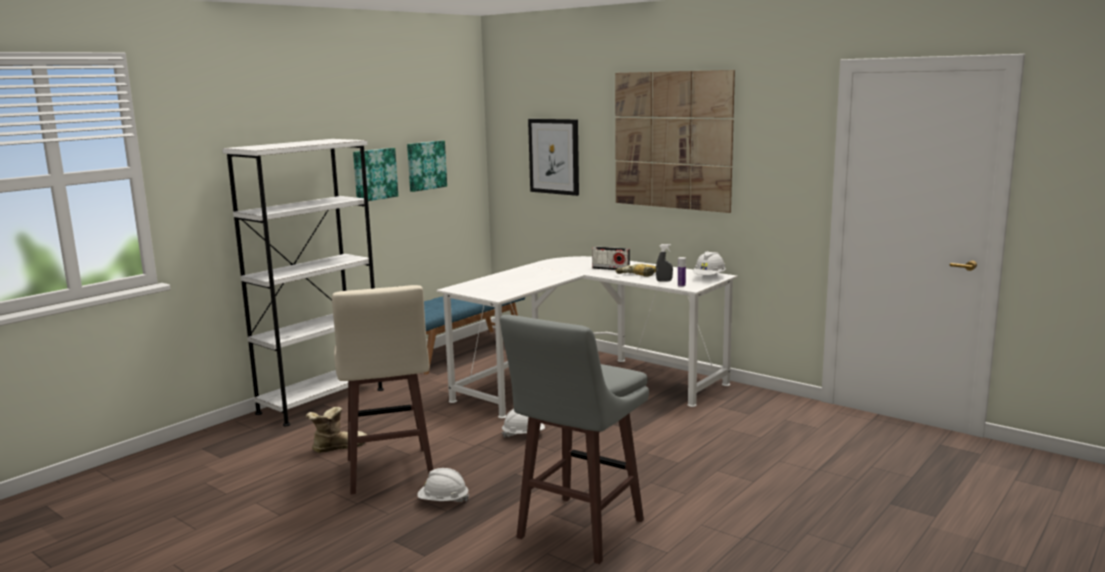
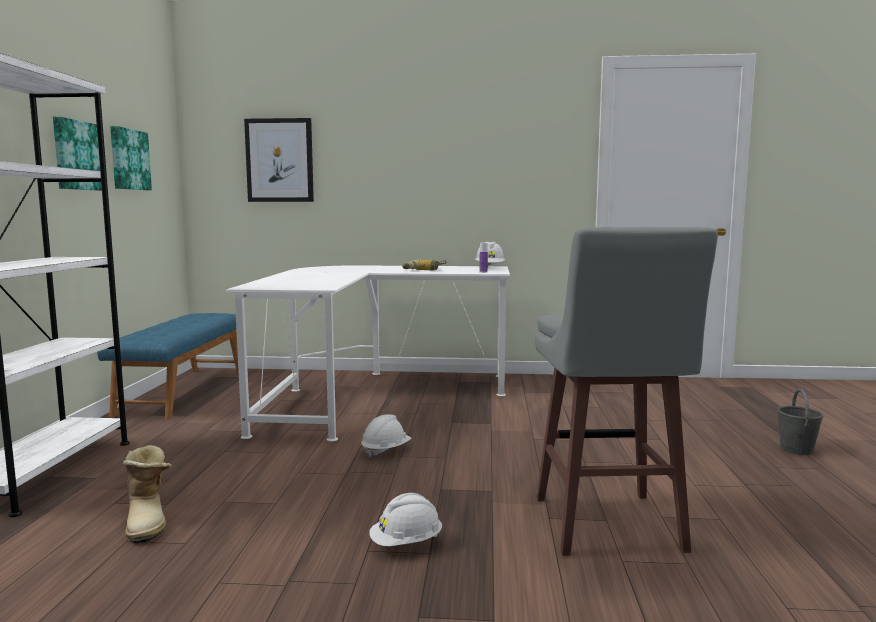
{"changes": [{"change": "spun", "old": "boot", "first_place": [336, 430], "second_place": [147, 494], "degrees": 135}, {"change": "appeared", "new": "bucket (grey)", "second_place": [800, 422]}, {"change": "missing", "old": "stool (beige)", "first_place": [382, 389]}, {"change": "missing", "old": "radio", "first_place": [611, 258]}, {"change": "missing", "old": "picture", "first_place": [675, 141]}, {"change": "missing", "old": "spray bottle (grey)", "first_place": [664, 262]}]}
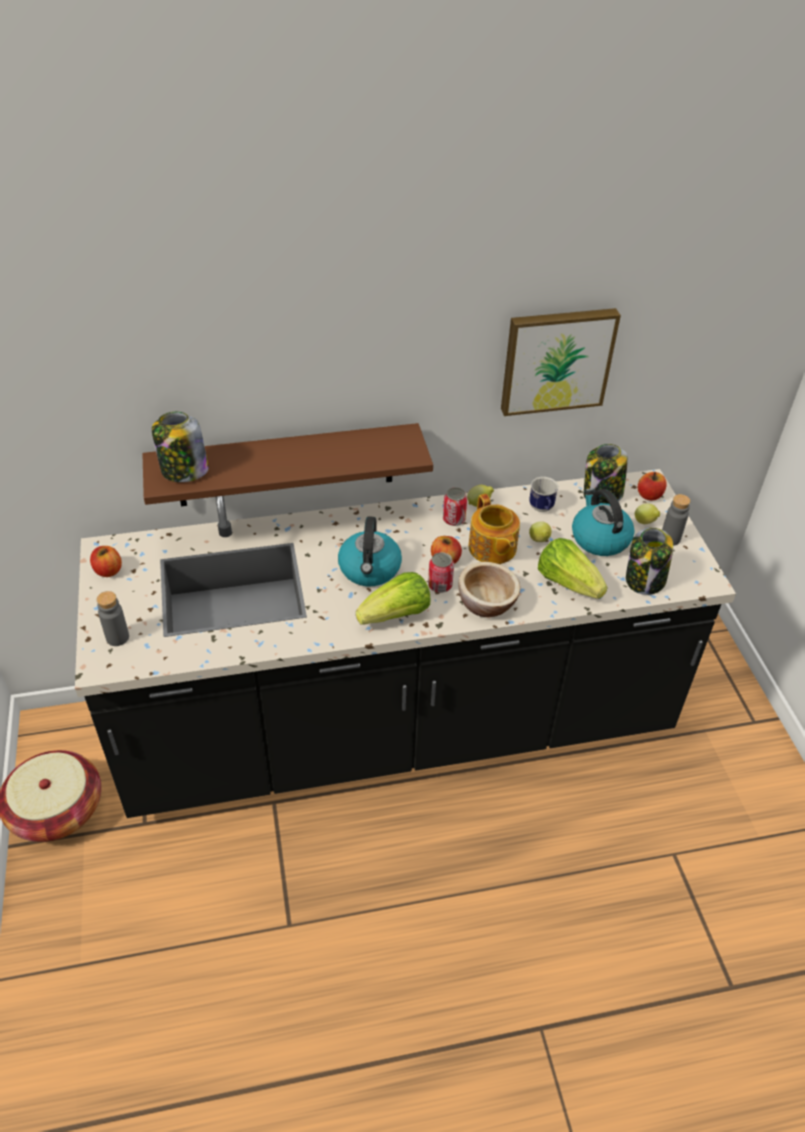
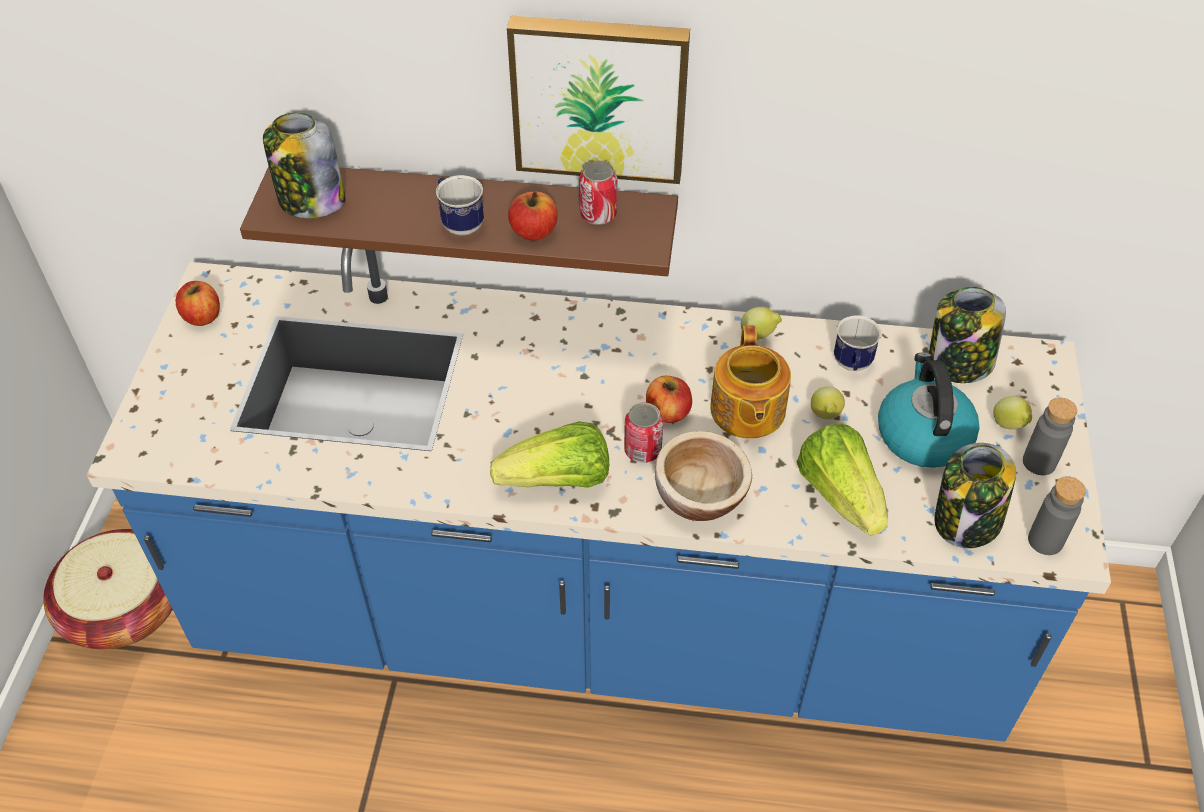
{"changes": [{"change": "colour", "old": "counter (black)", "new": "counter (blue)", "first_place": [405, 643], "second_place": [599, 495]}, {"change": "appeared", "new": "mug", "second_place": [460, 205]}, {"change": "relocated", "old": "picture", "first_place": [561, 362], "second_place": [598, 100]}, {"change": "relocated", "old": "apple", "first_place": [652, 486], "second_place": [533, 216]}, {"change": "relocated", "old": "can", "first_place": [455, 506], "second_place": [598, 193]}, {"change": "relocated", "old": "bottle (grey)", "first_place": [113, 618], "second_place": [1057, 515]}, {"change": "missing", "old": "kettle", "first_place": [370, 551]}]}
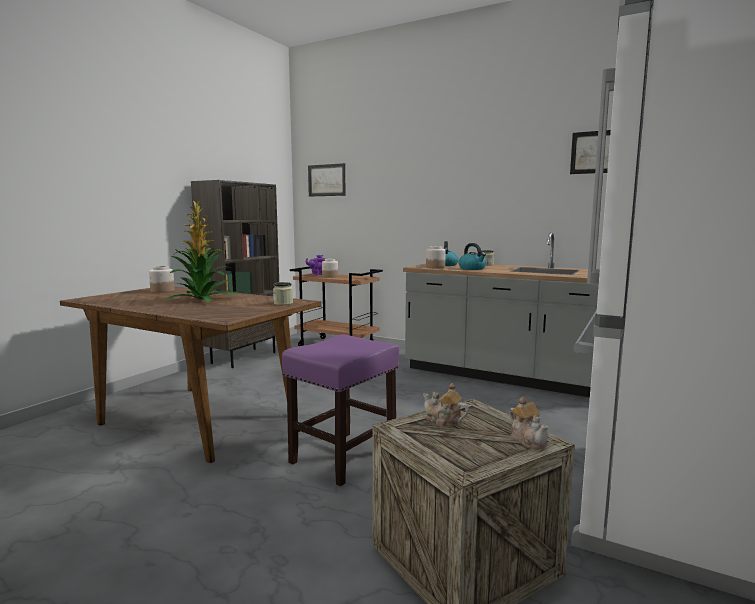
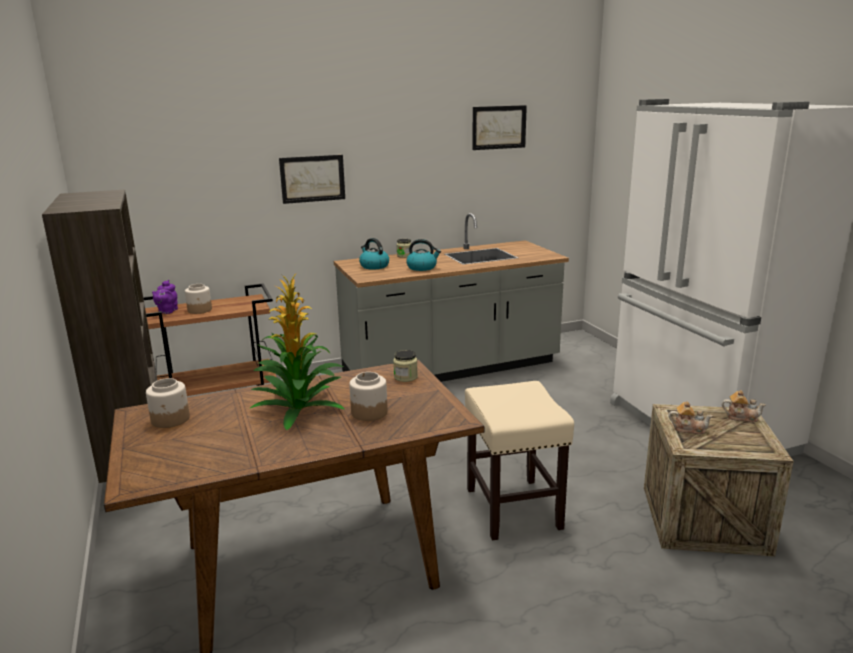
{"changes": [{"change": "relocated", "old": "picture", "first_place": [327, 180], "second_place": [312, 179]}, {"change": "relocated", "old": "jar", "first_place": [436, 257], "second_place": [368, 396]}, {"change": "colour", "old": "stool (purple)", "new": "stool (beige)", "first_place": [340, 410], "second_place": [519, 461]}, {"change": "spun", "old": "teapot", "first_place": [446, 405], "second_place": [690, 417], "degrees": -150}]}
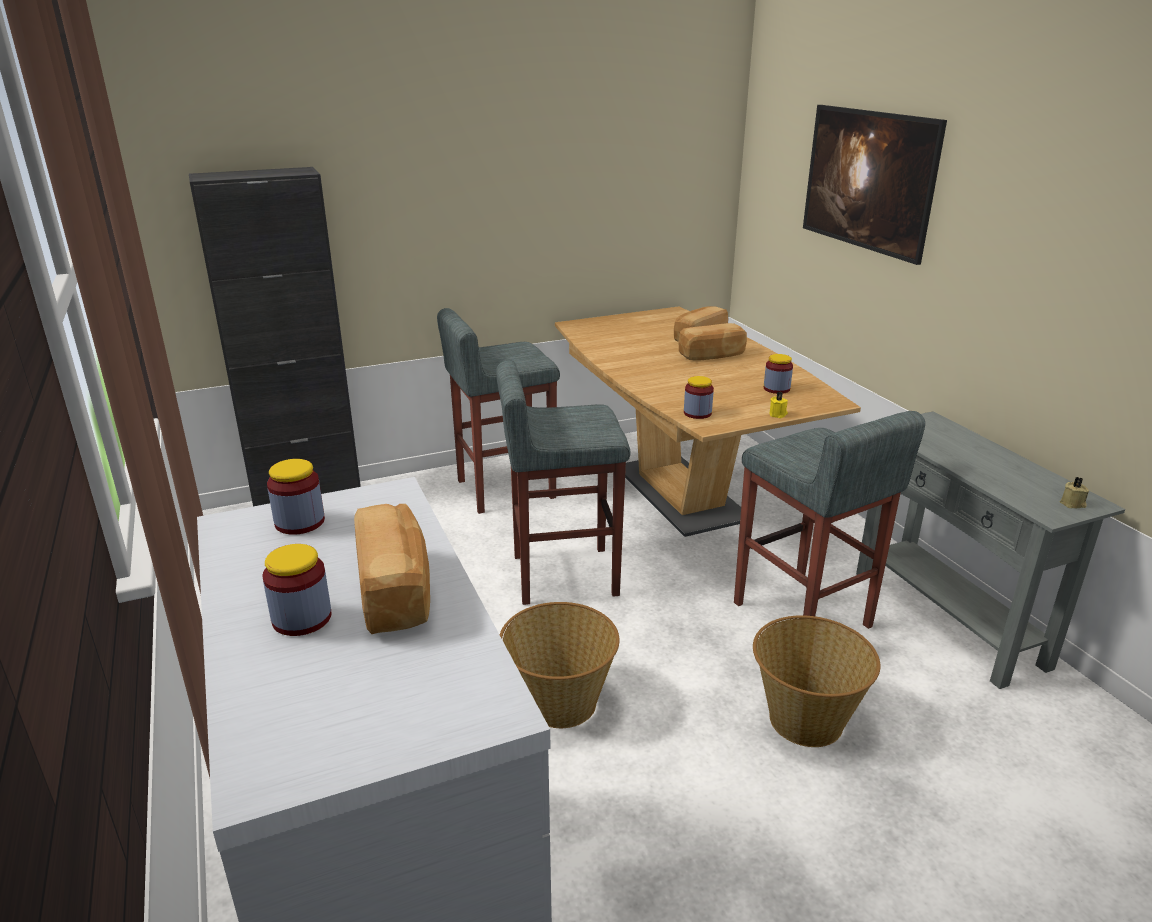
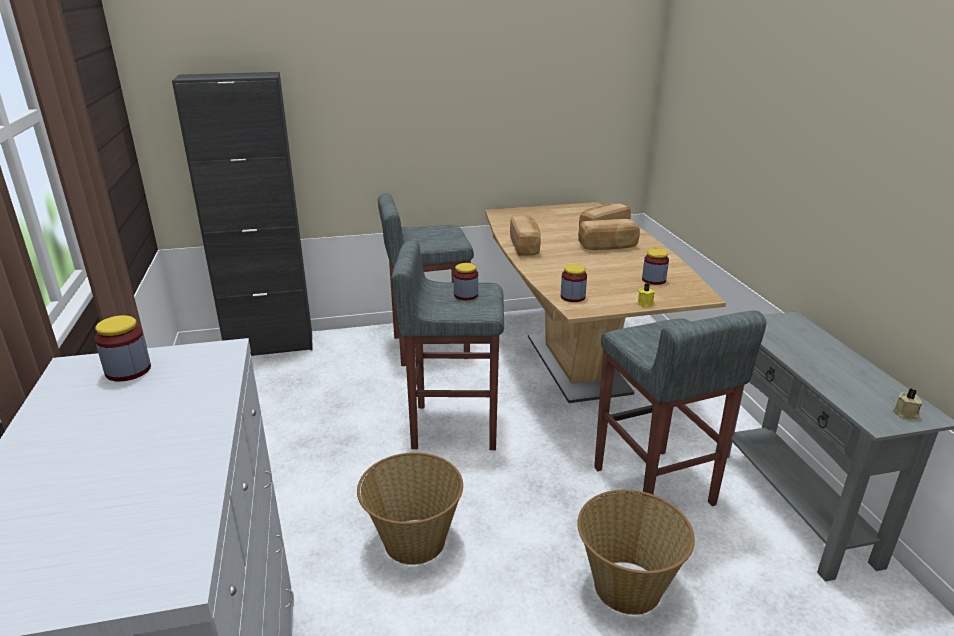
{"changes": [{"change": "relocated", "old": "jar", "first_place": [297, 590], "second_place": [465, 281]}, {"change": "relocated", "old": "bread", "first_place": [392, 569], "second_place": [525, 236]}, {"change": "missing", "old": "picture", "first_place": [875, 185]}]}
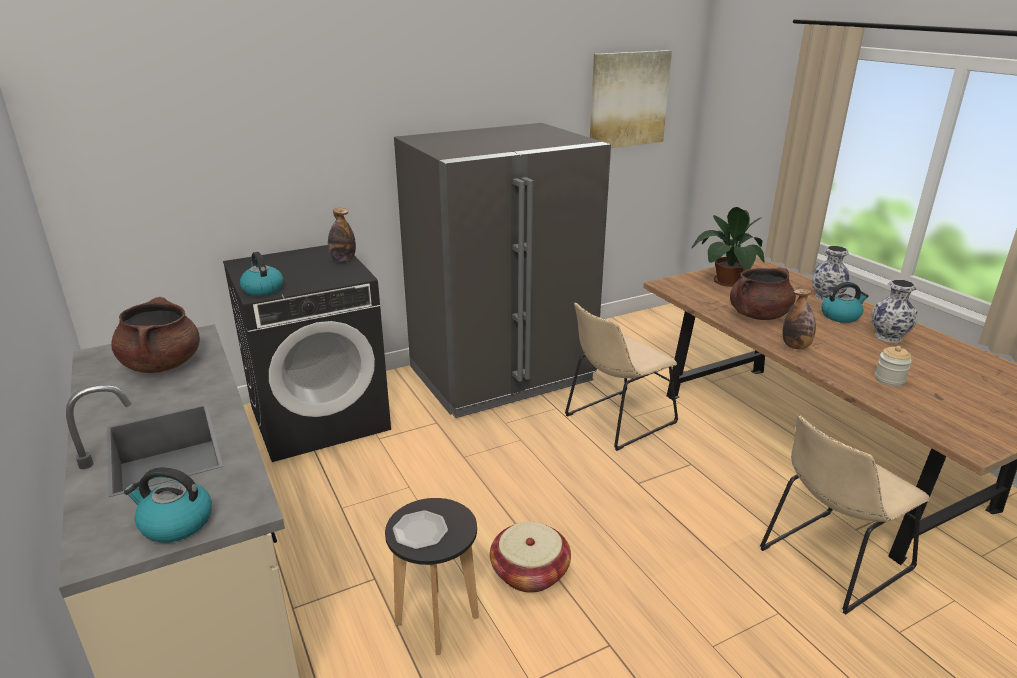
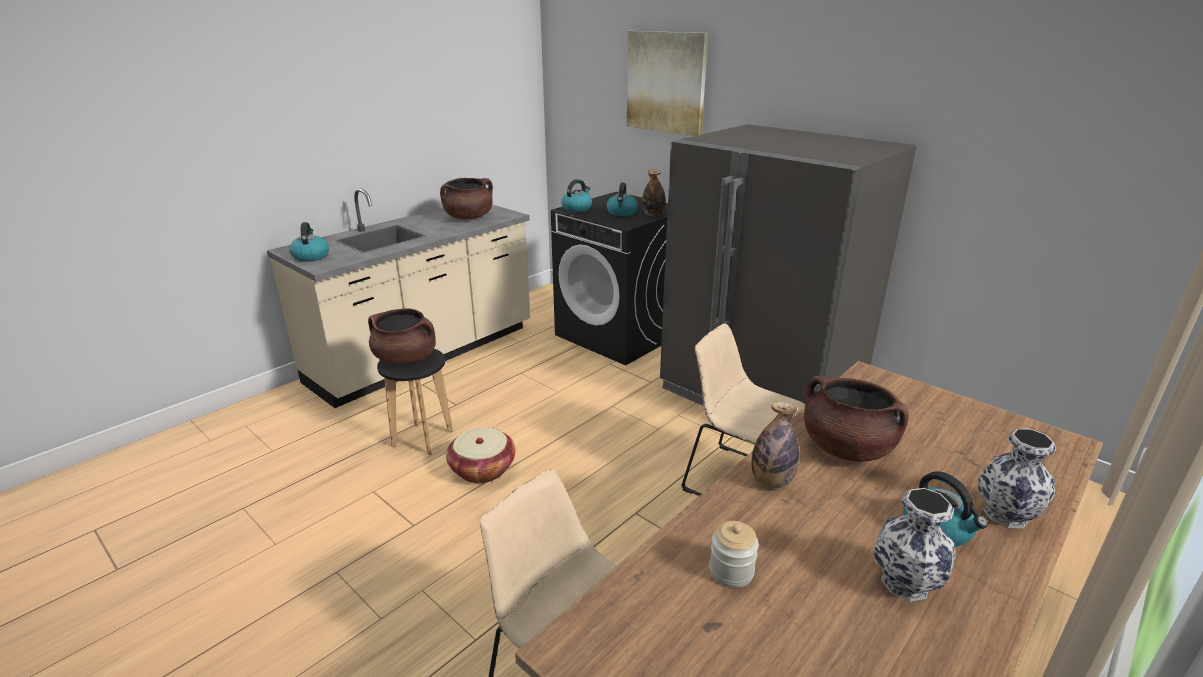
{"changes": [{"change": "exchanged", "old": "plate", "new": "cooking pot (brown)", "first_place": [420, 530], "second_place": [402, 336]}, {"change": "appeared", "new": "kettle", "second_place": [622, 199]}, {"change": "relocated", "old": "picture", "first_place": [631, 99], "second_place": [667, 83]}, {"change": "missing", "old": "potted plant", "first_place": [728, 247]}]}
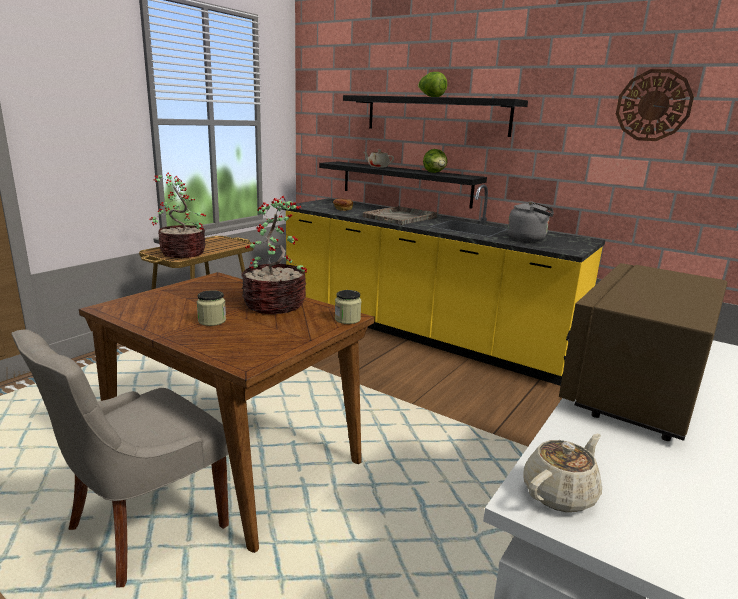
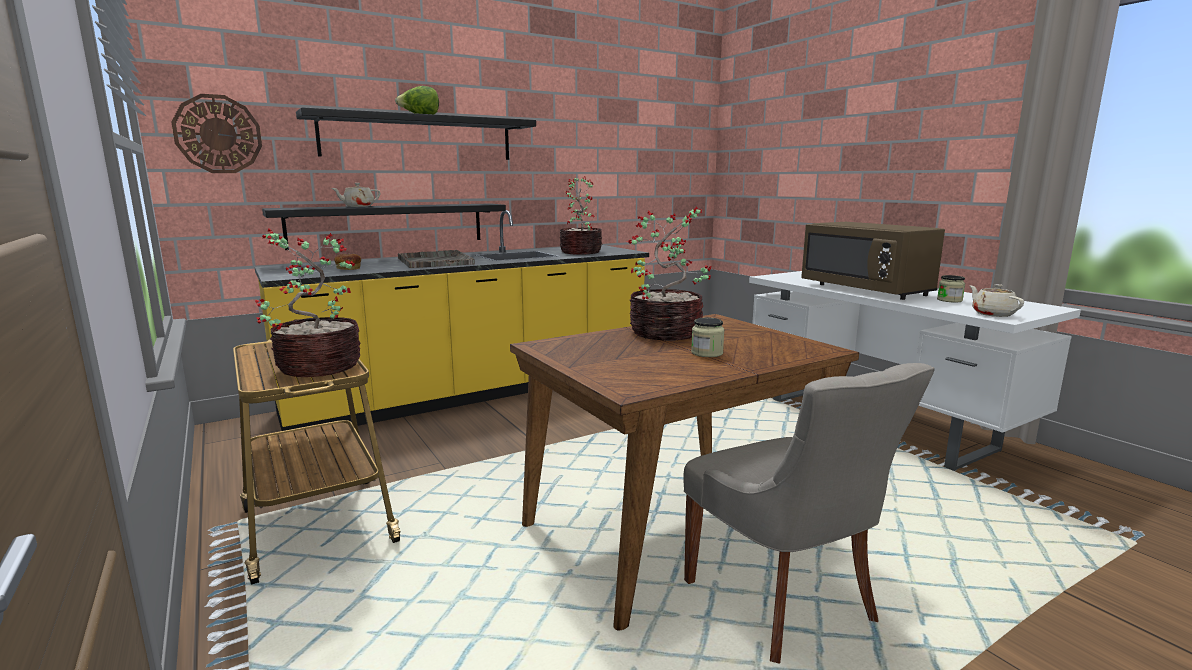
{"changes": [{"change": "relocated", "old": "wall clock", "first_place": [655, 105], "second_place": [216, 133]}, {"change": "exchanged", "old": "kettle (grey)", "new": "potted plant", "first_place": [531, 221], "second_place": [581, 215]}, {"change": "relocated", "old": "jar", "first_place": [348, 307], "second_place": [951, 288]}, {"change": "missing", "old": "lettuce", "first_place": [435, 161]}]}
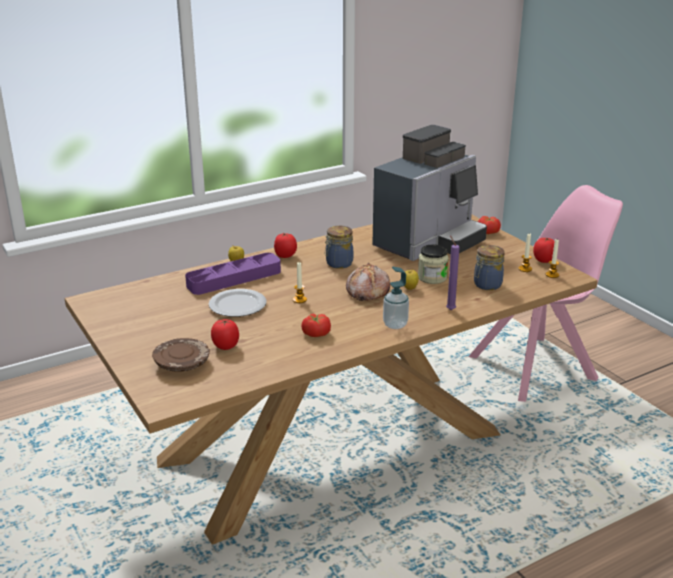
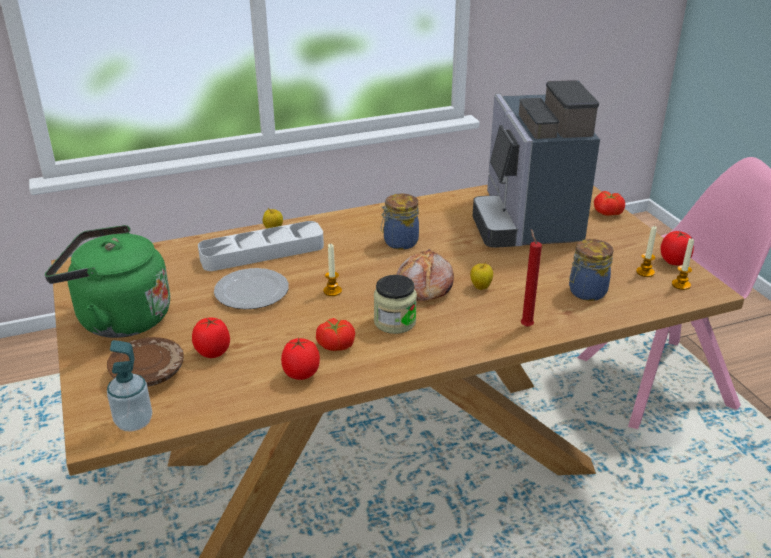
{"changes": [{"change": "appeared", "new": "kettle (green)", "second_place": [107, 281]}, {"change": "relocated", "old": "soap dispenser", "first_place": [396, 298], "second_place": [129, 385]}, {"change": "colour", "old": "tray (purple)", "new": "tray (grey)", "first_place": [233, 274], "second_place": [261, 246]}, {"change": "relocated", "old": "tomato", "first_place": [285, 245], "second_place": [300, 359]}, {"change": "relocated", "old": "jar", "first_place": [433, 264], "second_place": [395, 304]}, {"change": "spun", "old": "coffee machine", "first_place": [429, 193], "second_place": [536, 164], "degrees": 120}, {"change": "colour", "old": "candle (purple)", "new": "candle (red)", "first_place": [453, 273], "second_place": [531, 278]}]}
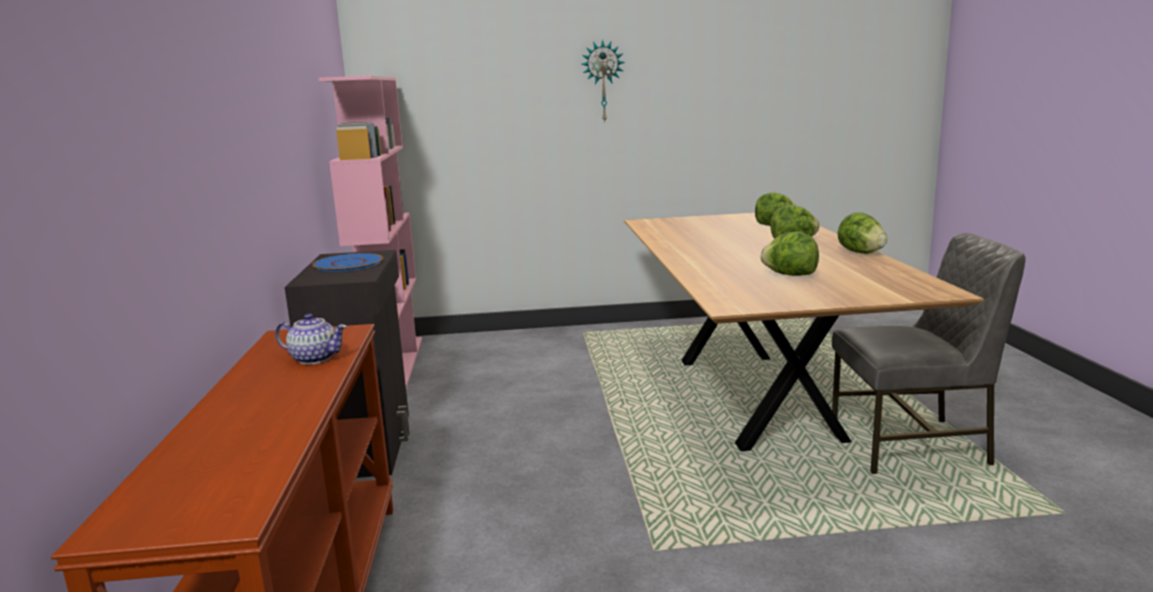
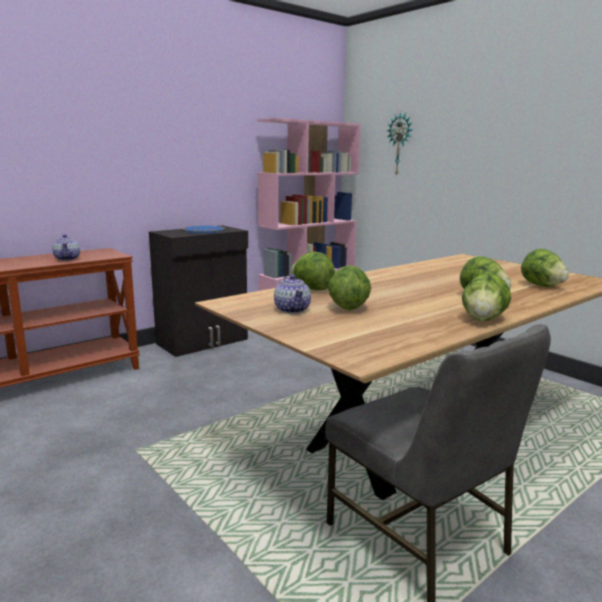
{"changes": [{"change": "appeared", "new": "teapot", "second_place": [292, 294]}, {"change": "appeared", "new": "lettuce", "second_place": [313, 270]}, {"change": "relocated", "old": "wall clock", "first_place": [603, 80], "second_place": [399, 144]}]}
